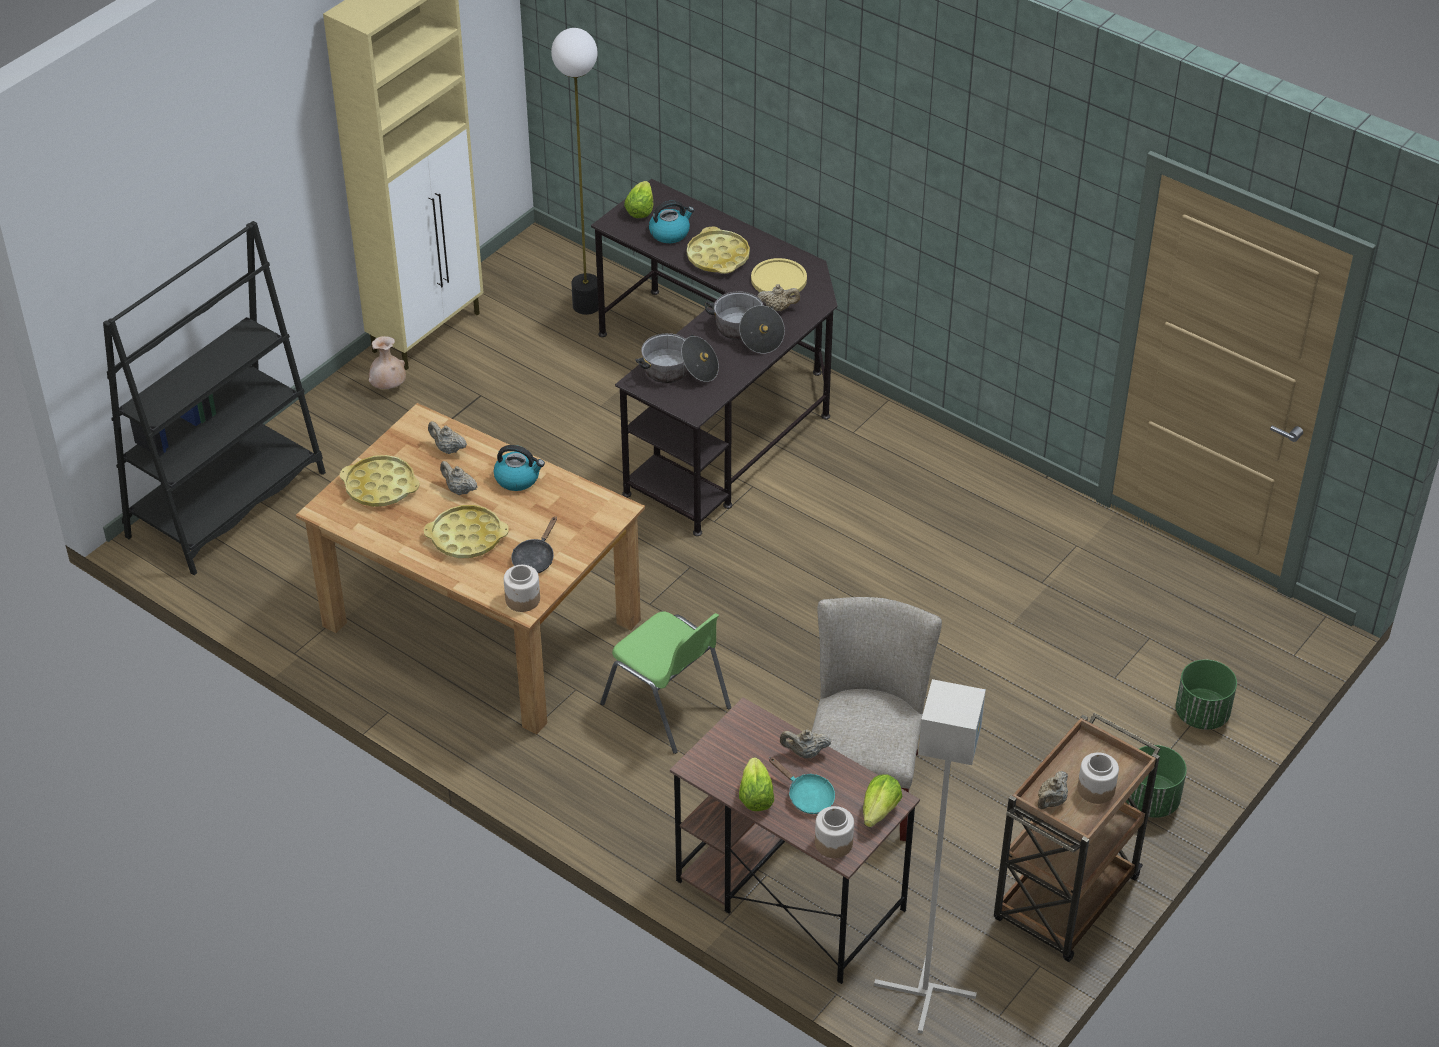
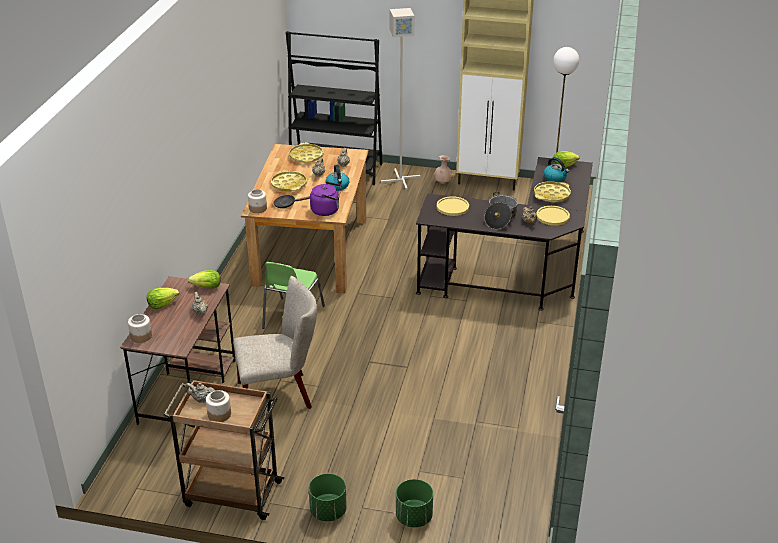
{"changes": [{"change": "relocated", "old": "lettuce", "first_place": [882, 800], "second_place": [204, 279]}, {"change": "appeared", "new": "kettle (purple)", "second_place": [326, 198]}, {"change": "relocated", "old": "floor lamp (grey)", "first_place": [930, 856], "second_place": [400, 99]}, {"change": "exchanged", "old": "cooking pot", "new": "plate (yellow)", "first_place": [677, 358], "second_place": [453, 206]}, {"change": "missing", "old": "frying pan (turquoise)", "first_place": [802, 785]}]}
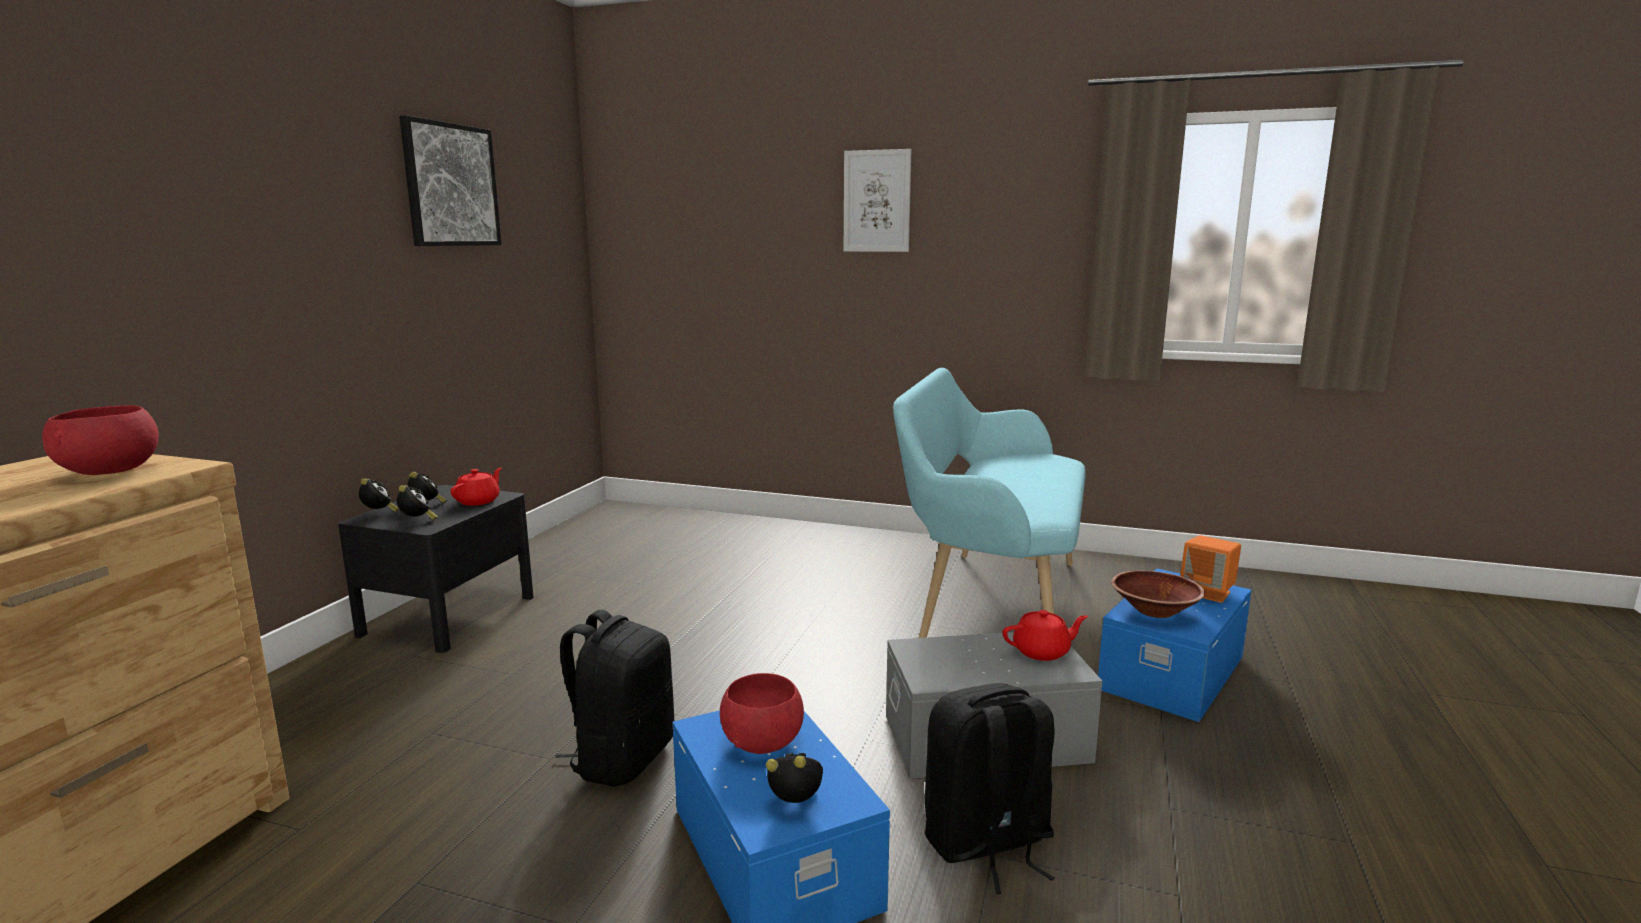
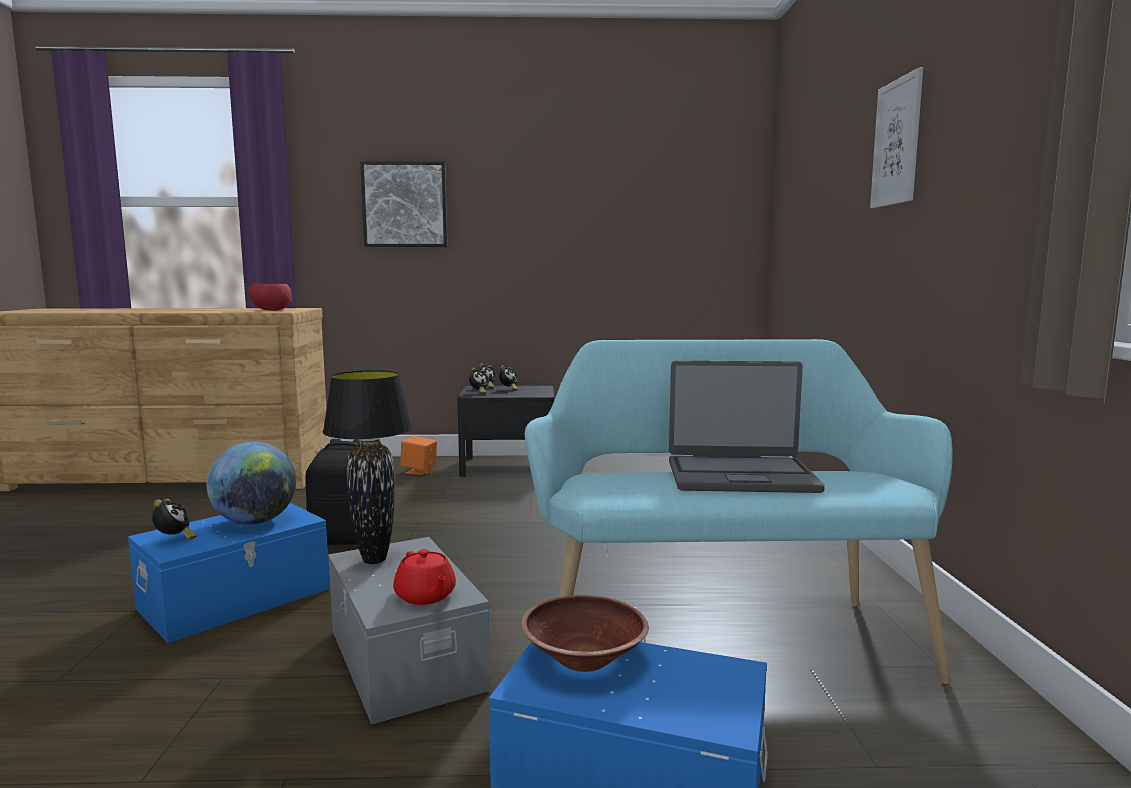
{"changes": [{"change": "exchanged", "old": "bowl (red)", "new": "globe", "first_place": [762, 713], "second_place": [251, 483]}, {"change": "appeared", "new": "table lamp (black)", "second_place": [368, 467]}, {"change": "relocated", "old": "picture", "first_place": [450, 180], "second_place": [404, 204]}, {"change": "relocated", "old": "speaker (orange)", "first_place": [1210, 569], "second_place": [418, 455]}, {"change": "appeared", "new": "laptop", "second_place": [747, 427]}, {"change": "missing", "old": "teapot (red)", "first_place": [476, 487]}, {"change": "missing", "old": "backpack (black)", "first_place": [990, 788]}]}
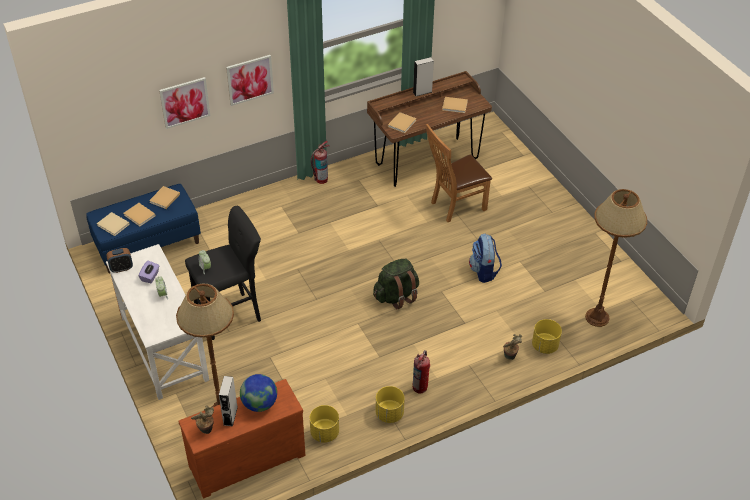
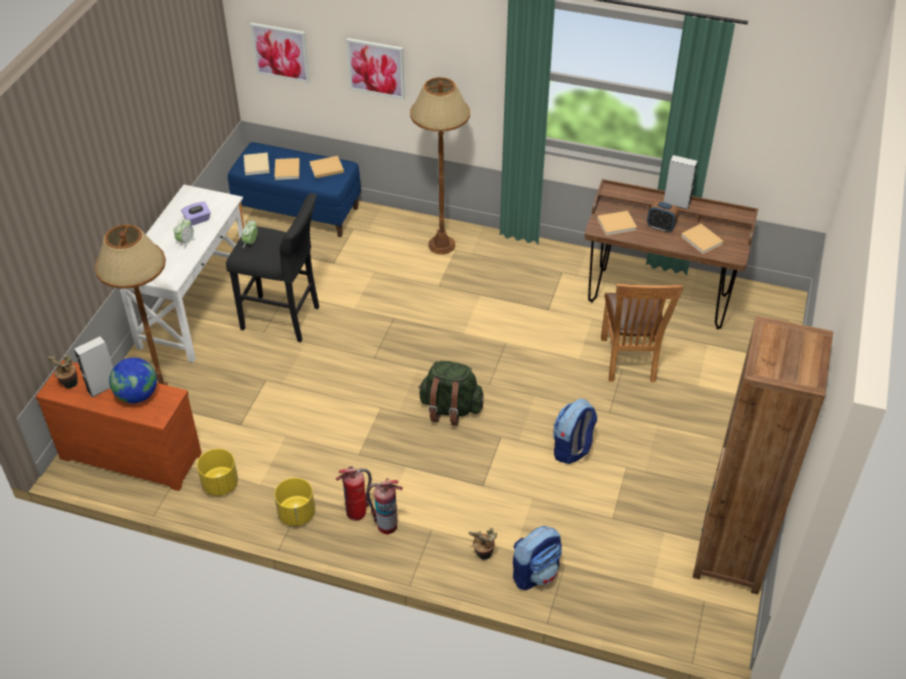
{"changes": [{"change": "relocated", "old": "picture", "first_place": [250, 80], "second_place": [280, 53]}, {"change": "relocated", "old": "fire extinguisher", "first_place": [320, 162], "second_place": [384, 506]}, {"change": "relocated", "old": "floor lamp (brown)", "first_place": [616, 258], "second_place": [440, 165]}, {"change": "exchanged", "old": "planter (yellow)", "new": "backpack", "first_place": [547, 336], "second_place": [537, 558]}, {"change": "spun", "old": "chair (brown)", "first_place": [459, 173], "second_place": [642, 332], "degrees": -105}, {"change": "relocated", "old": "alarm clock", "first_place": [120, 260], "second_place": [663, 217]}, {"change": "appeared", "new": "bookcase (brown)", "second_place": [762, 455]}]}
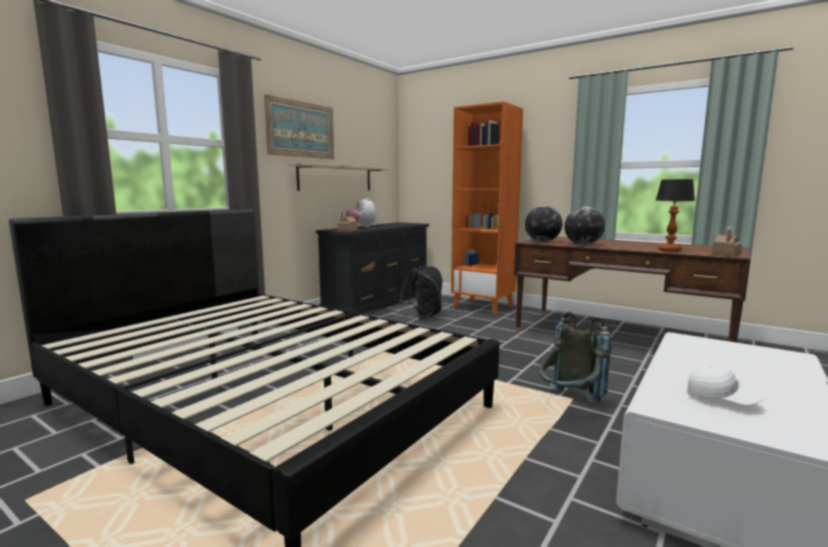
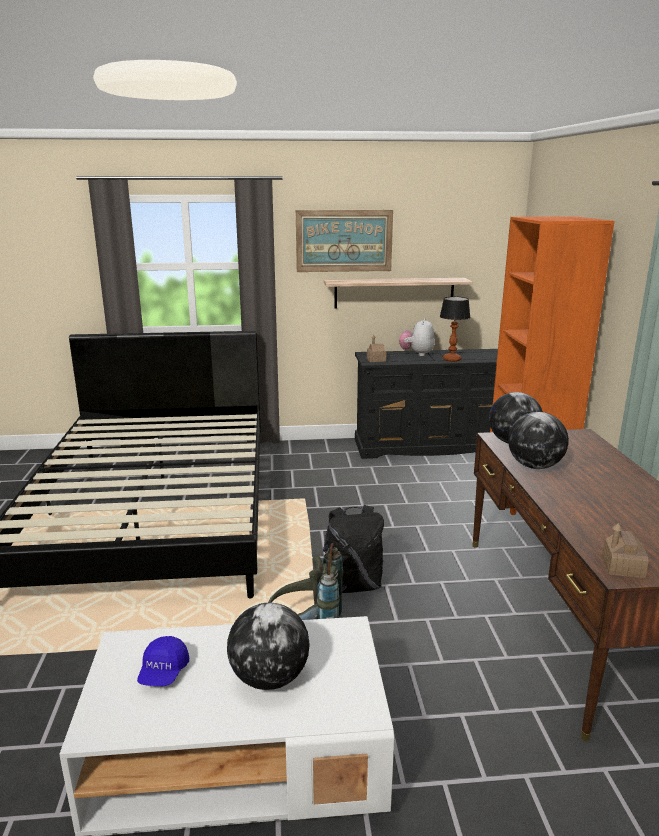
{"changes": [{"change": "colour", "old": "cap (white)", "new": "cap (blue)", "first_place": [726, 385], "second_place": [163, 661]}, {"change": "appeared", "new": "globe", "second_place": [268, 646]}, {"change": "relocated", "old": "backpack (black)", "first_place": [421, 292], "second_place": [353, 549]}, {"change": "relocated", "old": "table lamp", "first_place": [675, 215], "second_place": [455, 329]}]}
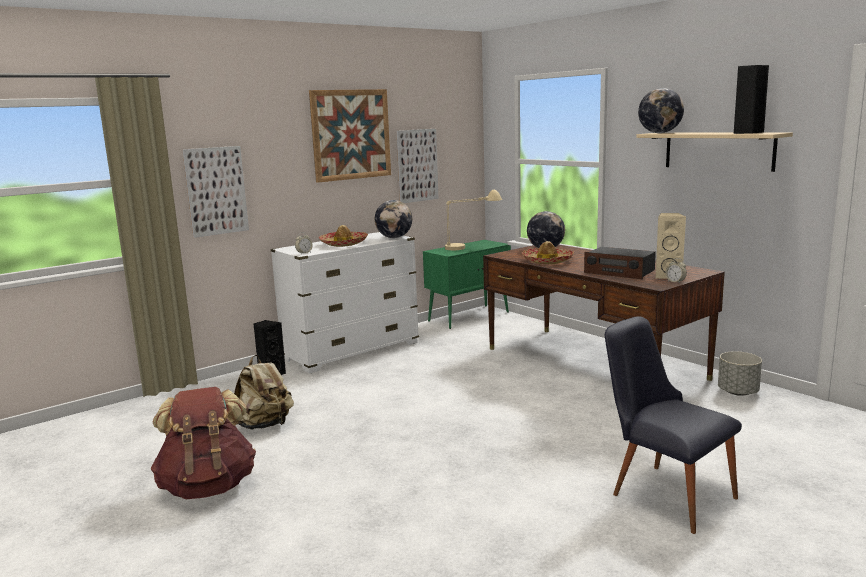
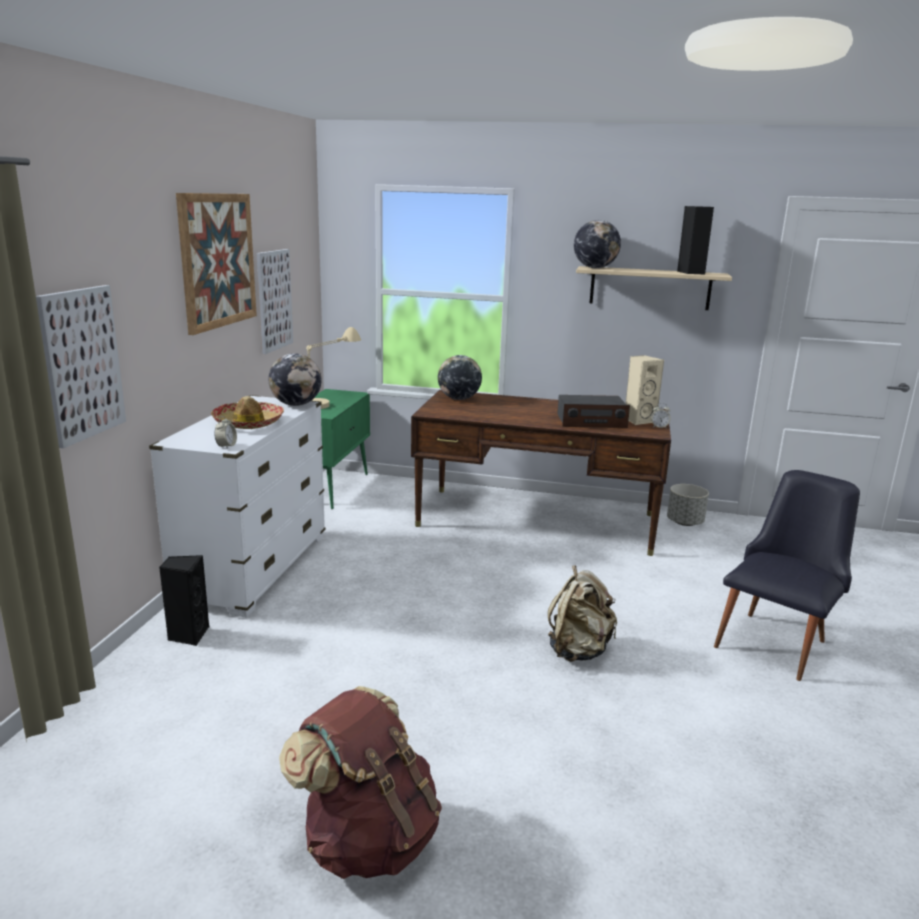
{"changes": [{"change": "relocated", "old": "backpack (beige)", "first_place": [264, 392], "second_place": [582, 613]}, {"change": "spun", "old": "chair (black)", "first_place": [673, 425], "second_place": [787, 575], "degrees": 120}, {"change": "missing", "old": "hat", "first_place": [548, 252]}]}
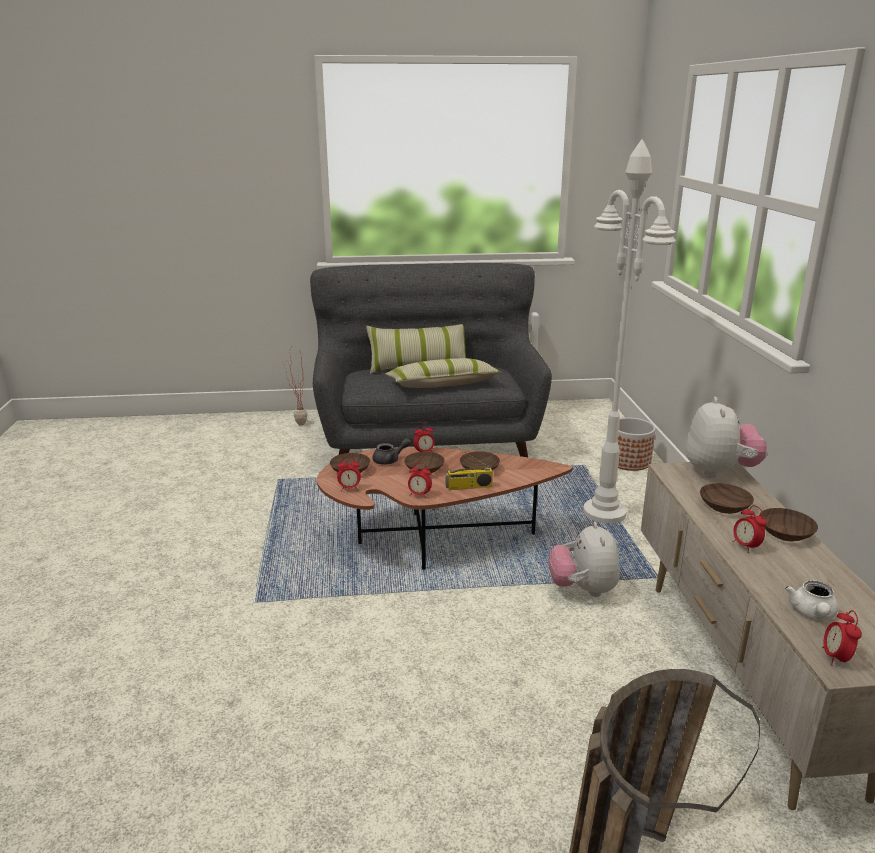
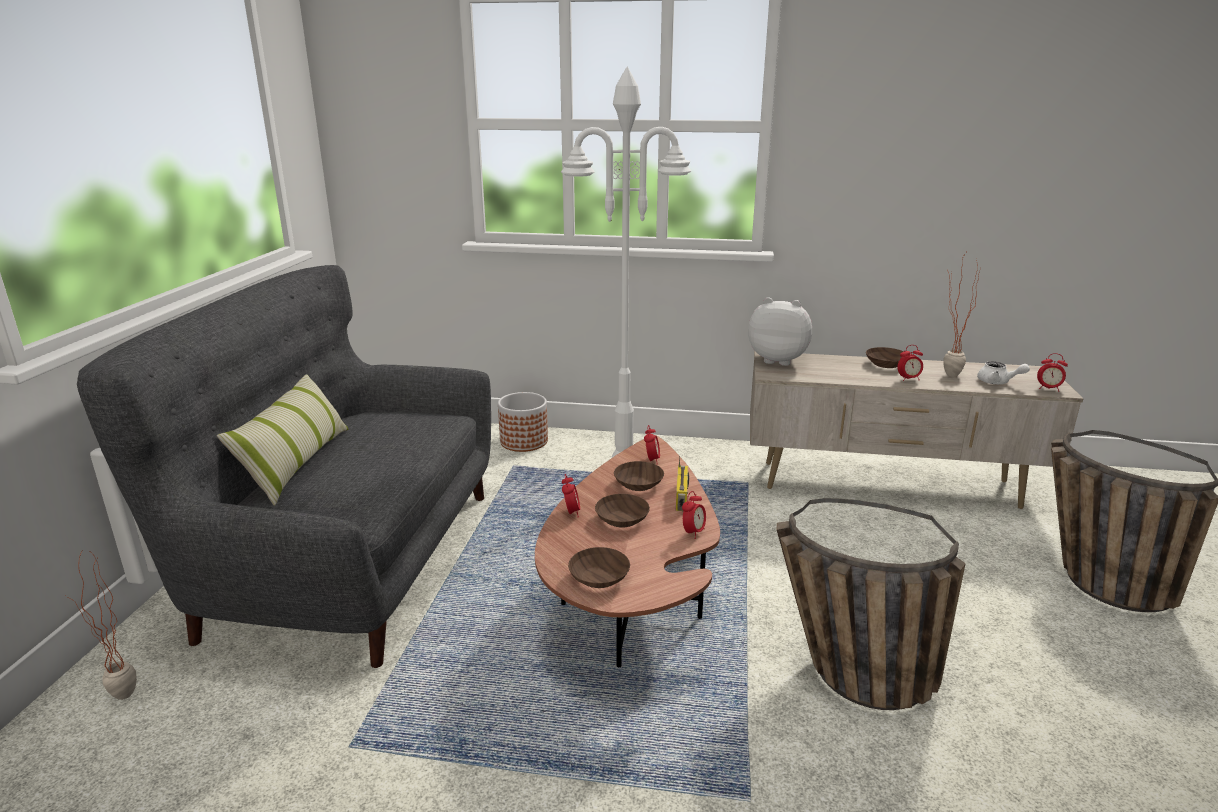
{"changes": [{"change": "relocated", "old": "alarm clock", "first_place": [349, 474], "second_place": [652, 445]}, {"change": "appeared", "new": "basket", "second_place": [871, 604]}, {"change": "appeared", "new": "potted plant", "second_place": [962, 315]}, {"change": "missing", "old": "teapot (grey)", "first_place": [391, 451]}, {"change": "missing", "old": "pillow", "first_place": [443, 373]}, {"change": "missing", "old": "plush toy", "first_place": [584, 559]}, {"change": "missing", "old": "bowl (brown)", "first_place": [727, 498]}]}
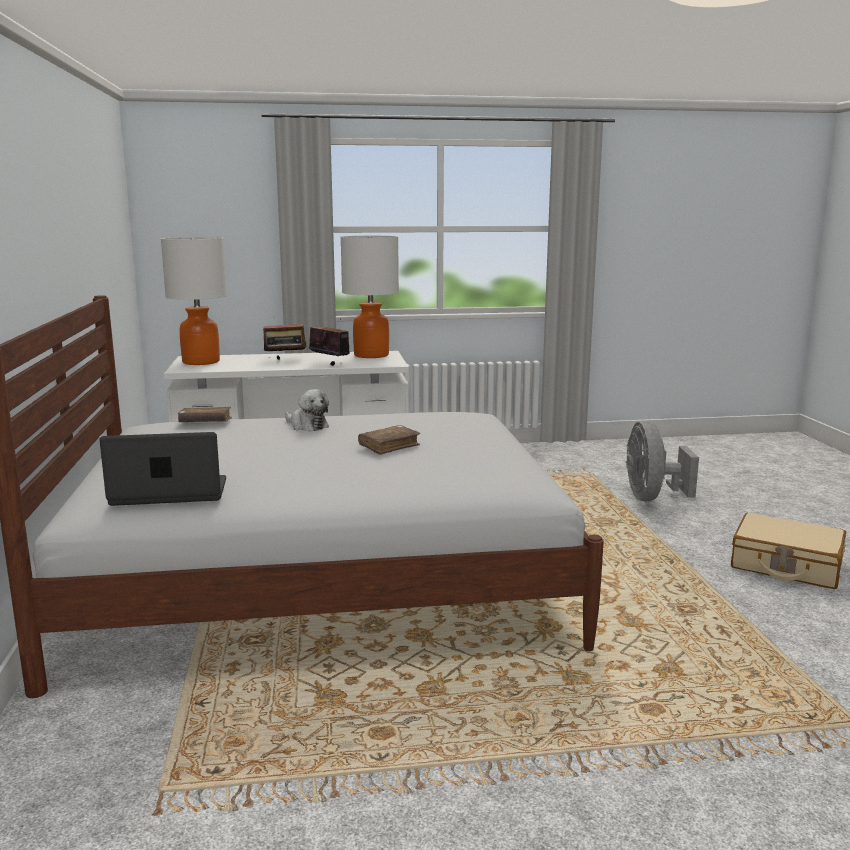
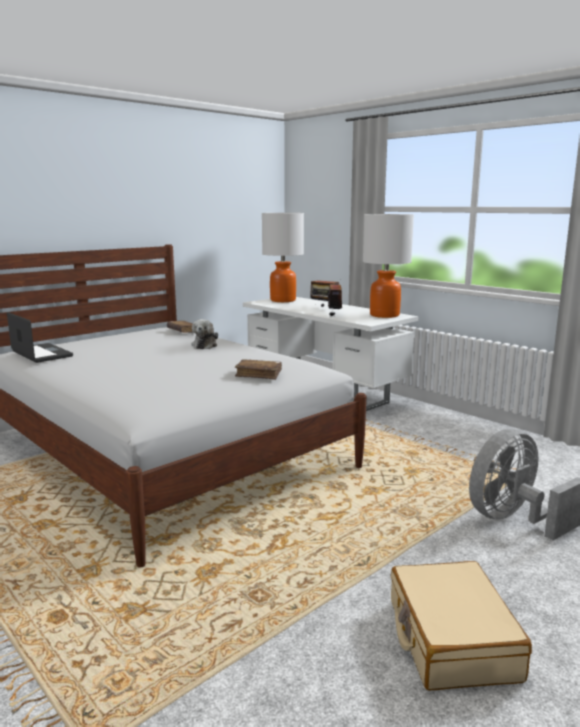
{"changes": [{"change": "relocated", "old": "book (brown)", "first_place": [389, 440], "second_place": [258, 369]}]}
